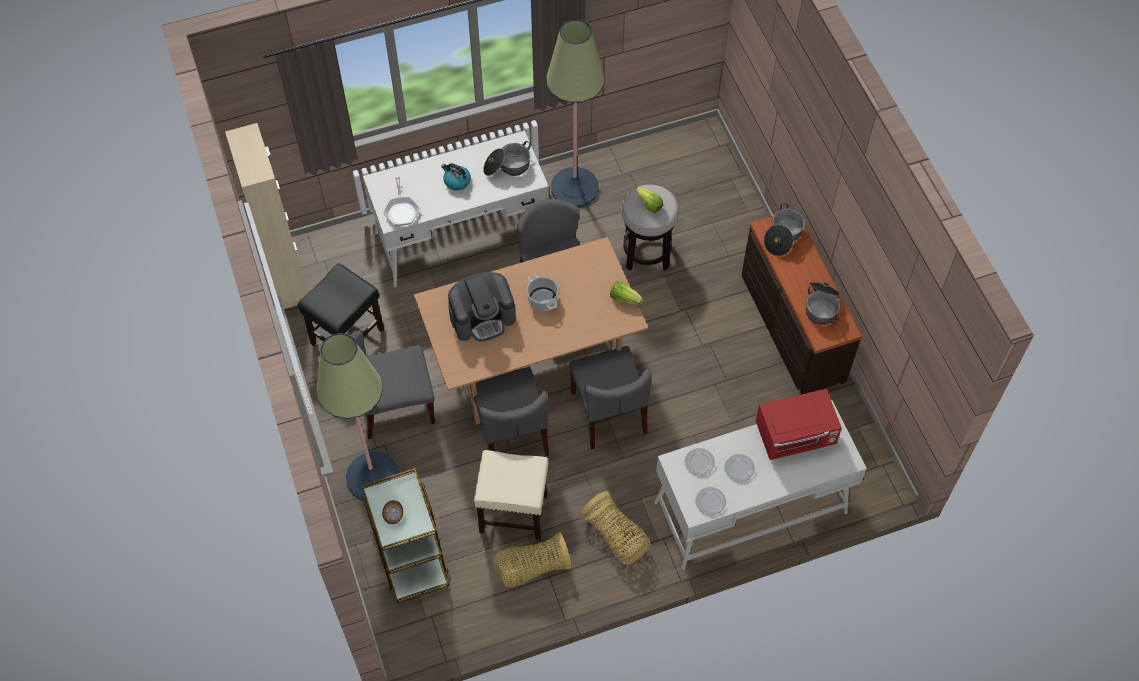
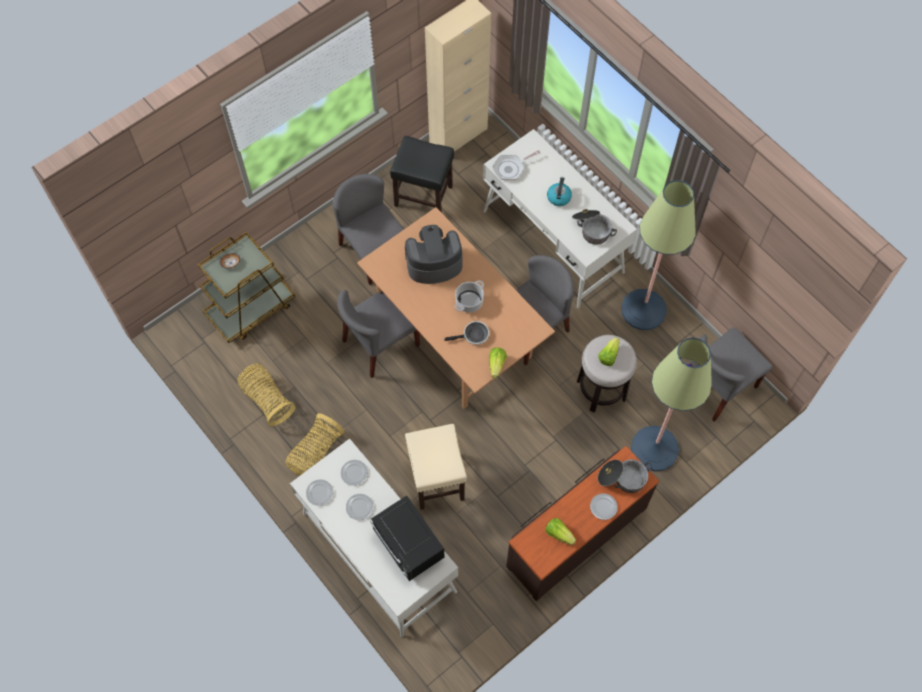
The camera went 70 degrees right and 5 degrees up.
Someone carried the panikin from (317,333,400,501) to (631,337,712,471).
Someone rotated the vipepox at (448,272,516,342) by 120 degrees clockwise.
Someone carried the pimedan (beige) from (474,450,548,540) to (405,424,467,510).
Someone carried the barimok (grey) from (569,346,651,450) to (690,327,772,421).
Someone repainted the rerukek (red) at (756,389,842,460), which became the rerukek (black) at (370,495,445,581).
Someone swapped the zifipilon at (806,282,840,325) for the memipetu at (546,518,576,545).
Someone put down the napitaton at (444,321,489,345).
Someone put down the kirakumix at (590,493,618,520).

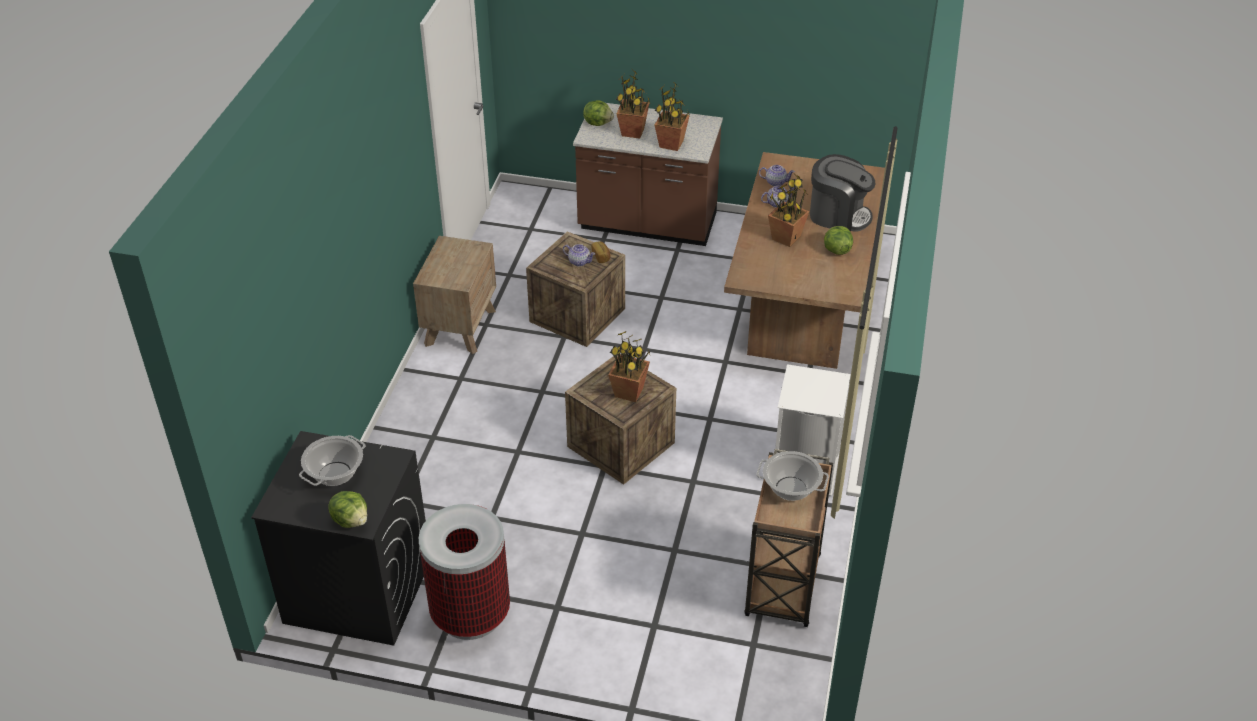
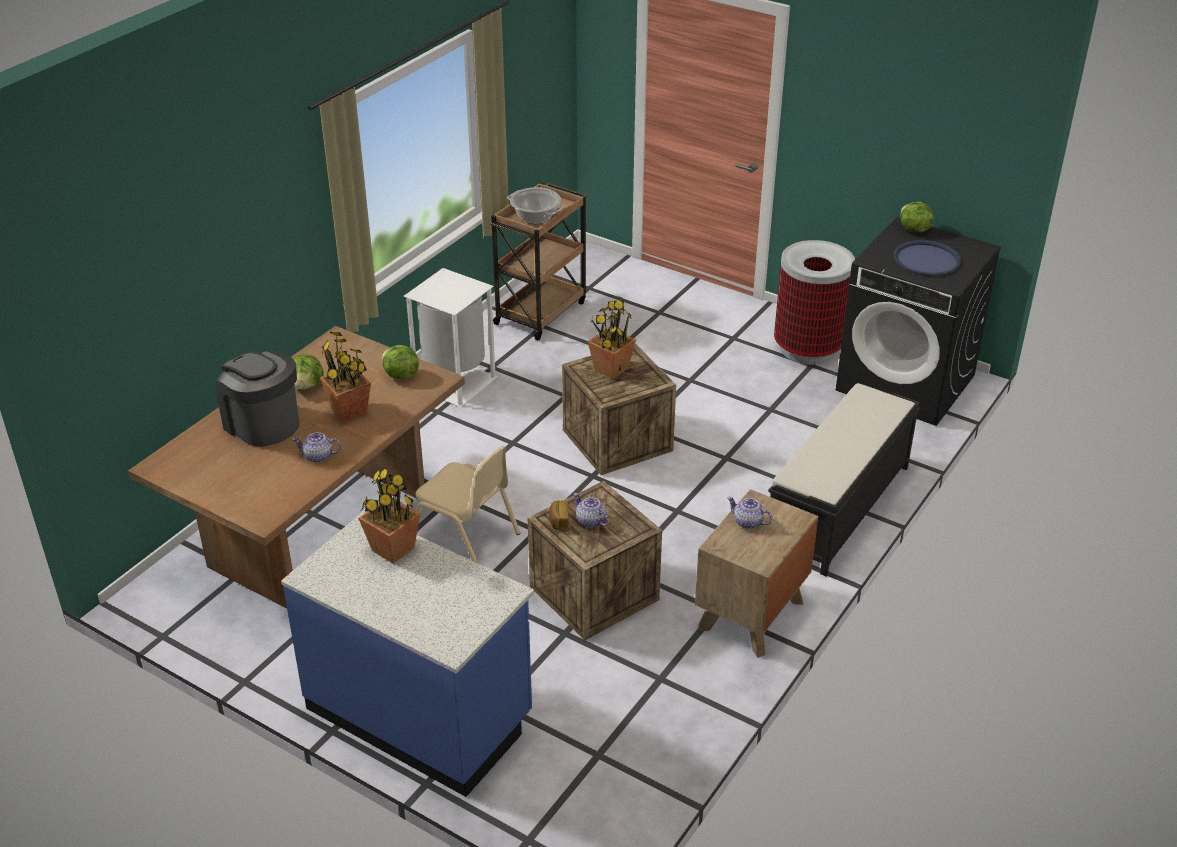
The camera went 160 degrees left and 5 degrees down.
Someone swapped the zifipilon at (299,435,365,486) for the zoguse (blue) at (894,240,961,276).
Someone repainted the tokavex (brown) at (573,103,723,246), which became the tokavex (blue) at (281,511,534,797).
Someone carried the memipetu from (583,100,614,126) to (382,345,419,379).
Someone took away the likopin at (616,71,650,139).
Someone carried the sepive from (759,165,795,186) to (727,497,772,529).
Someone put down the barimok (beige) at (416,446,520,564).
Someone put down the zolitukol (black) at (768,383,920,577).

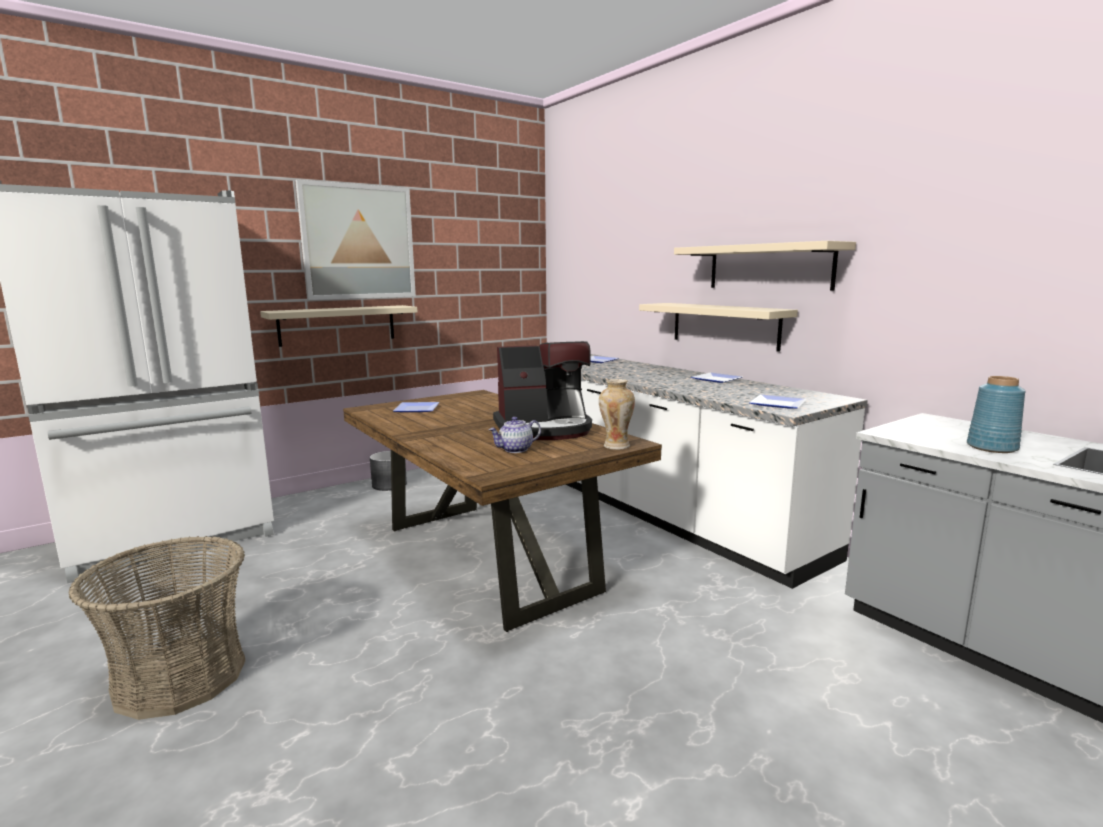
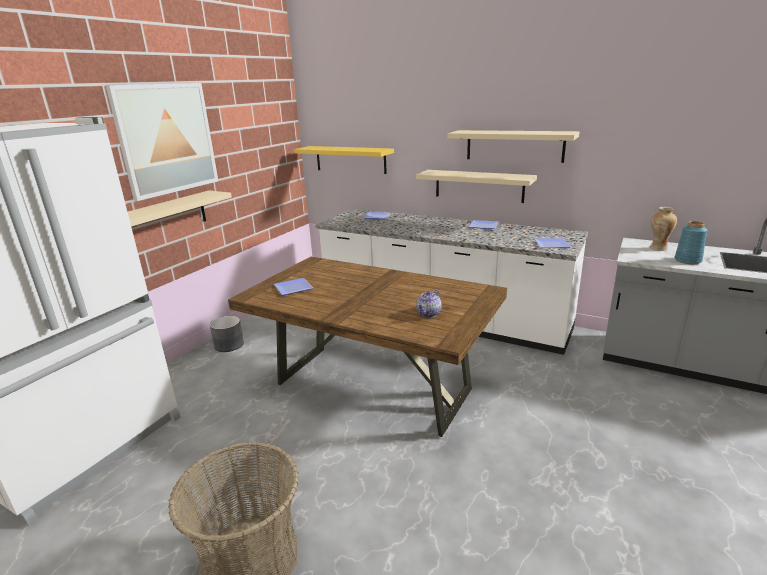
The camera went 25 degrees left and 10 degrees up.
Someone took away the vipepox at (493,341,592,440).
Someone carried the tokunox from (599,379,635,450) to (650,207,677,251).
Someone put up the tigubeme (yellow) at (294,146,394,174).

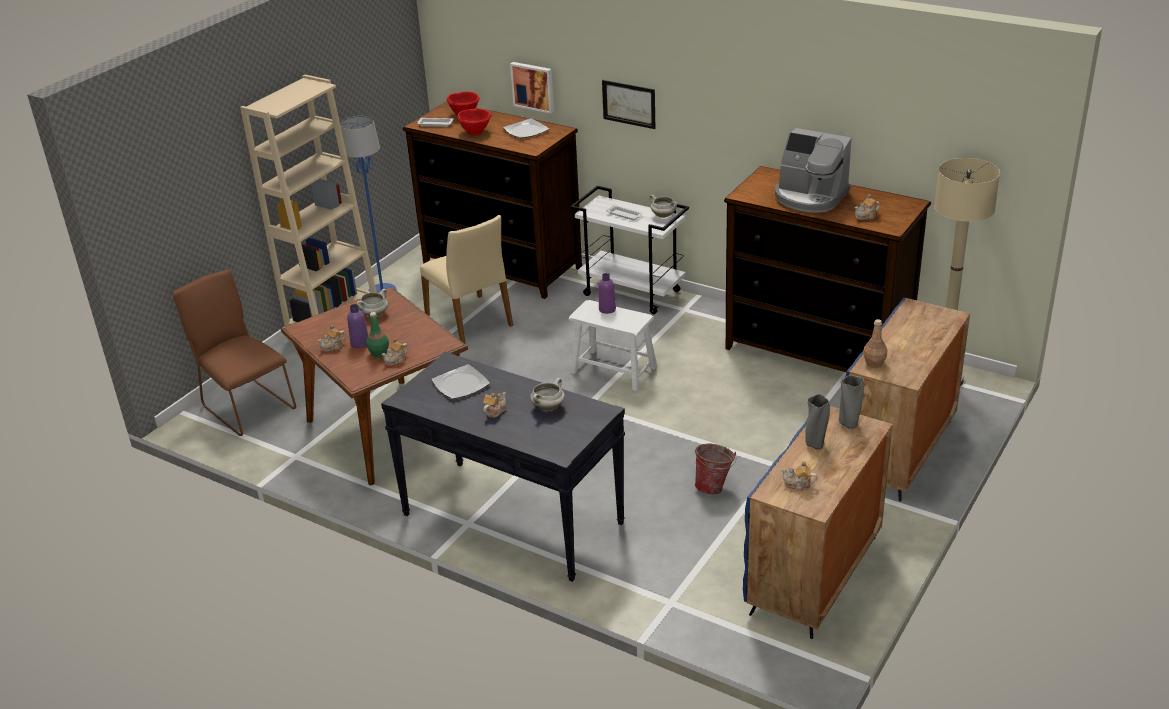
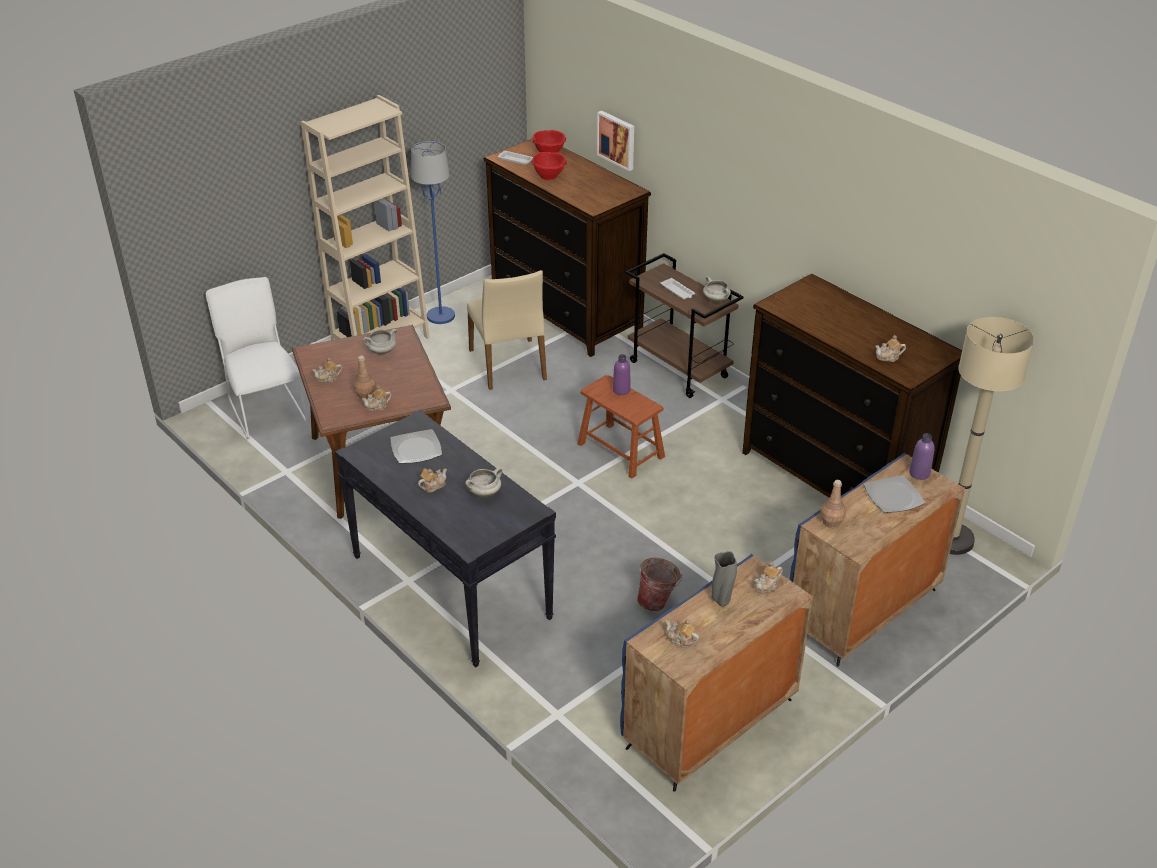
The camera went 15 degrees right and 5 degrees up.
Someone repainted the barimok (brown) at (173,270,296,436), which became the barimok (white) at (206,277,308,439).
Someone carried the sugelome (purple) from (347,304,368,348) to (909,433,935,480).
Someone repainted the sugelome (green) at (366,312,389,358), which became the sugelome (brown) at (354,356,376,400).
Someone carried the kirakumix from (503,118,549,138) to (864,475,925,513).
Someone repainted the pimedan (white) at (569,300,657,391), which became the pimedan (brown) at (577,375,665,479).
Someone repainted the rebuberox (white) at (570,186,689,314), which became the rebuberox (brown) at (626,253,744,398).
Someone took away the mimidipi at (602,80,655,129).
Someone took away the vipepox at (775,128,852,213).
Someone swapped the tokunox (grey) at (839,375,864,429) for the sepive at (754,562,783,593).

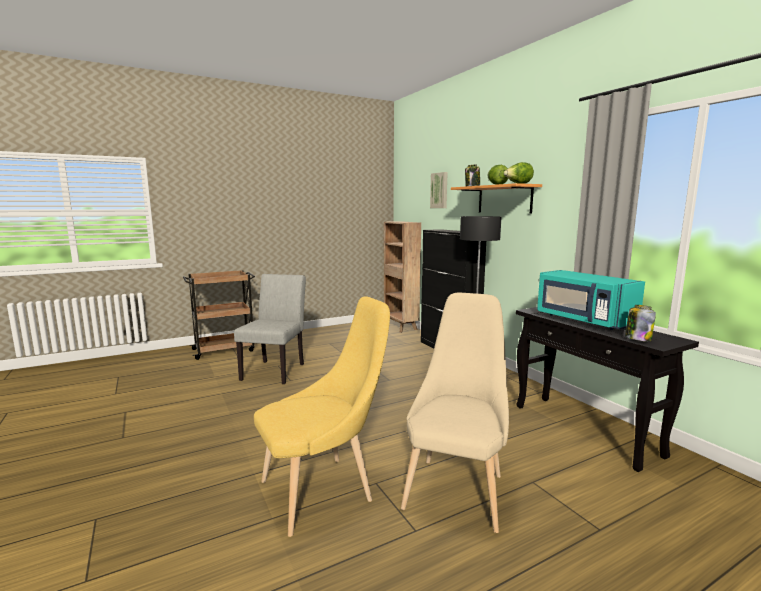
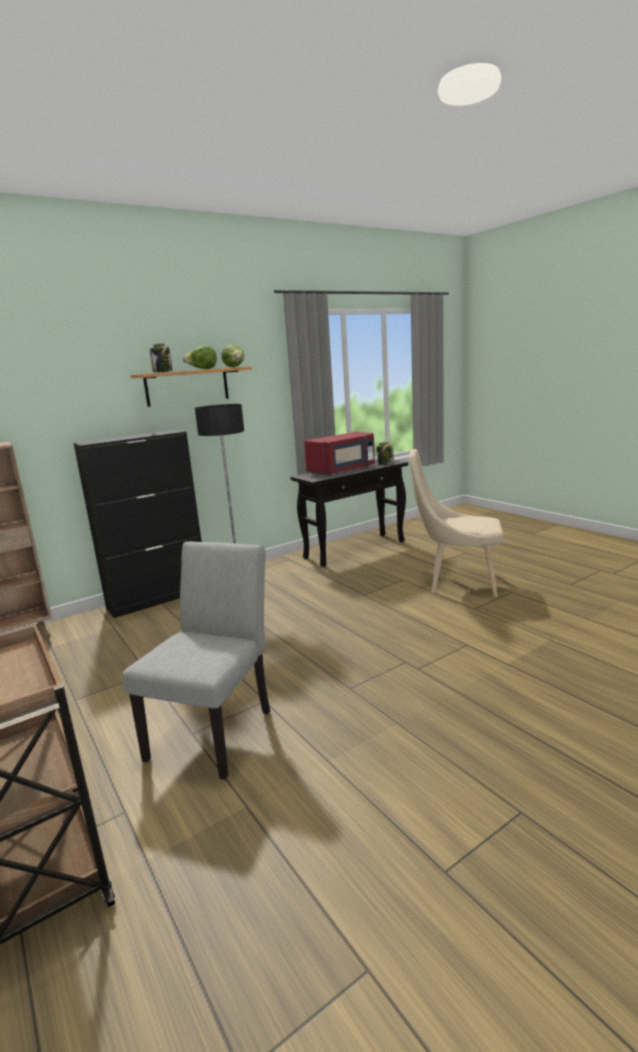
The camera went 95 degrees left and 5 degrees up.
Someone rotated the barimok (grey) at (234,274,306,384) by 105 degrees clockwise.
Someone took away the barimok (yellow) at (254,296,390,537).
Someone took away the mimidipi at (430,172,448,208).
Someone repainted the rerukek (turquoise) at (537,270,645,330), which became the rerukek (red) at (304,432,375,476).

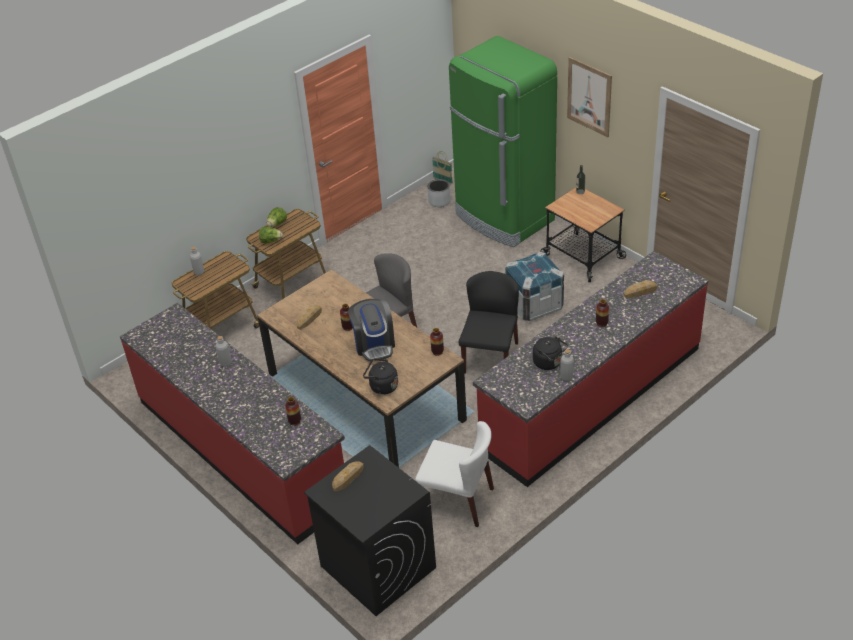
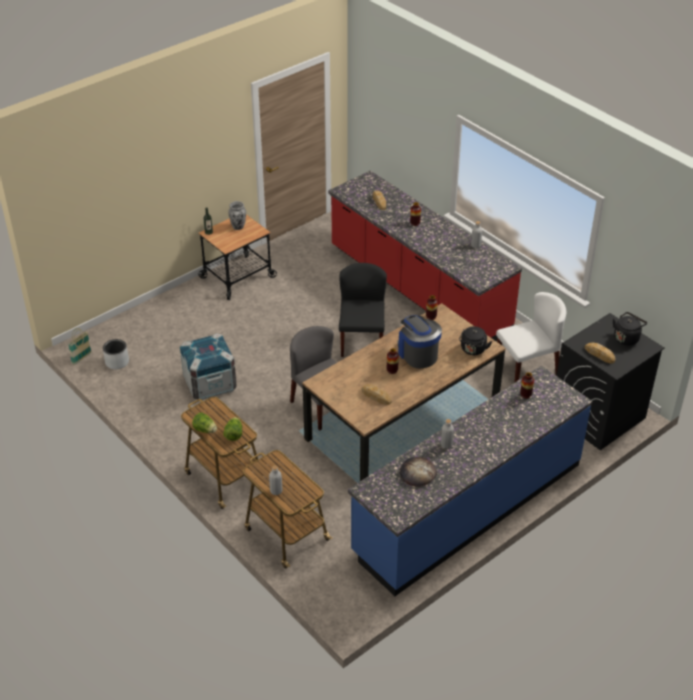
The camera went 90 degrees left and 0 degrees up.
Someone repainted the tokavex (red) at (120,303,345,544), which became the tokavex (blue) at (348,366,592,596).
Someone rotated the vipepox at (348,299,395,362) by 105 degrees counterclockwise.
Someone rotated the barimok (white) at (415,421,494,527) by 45 degrees clockwise.
Someone took away the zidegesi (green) at (449,36,557,247).
Someone rotated the barimok (black) at (459,271,519,374) by 75 degrees clockwise.
Someone carried the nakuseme from (505,252,564,321) to (180,333,237,400).
Someone carried the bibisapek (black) from (533,336,568,370) to (613,312,647,345).
Someone took away the mimidipi at (567,57,612,137).
Someone put down the tokunox at (228,201,246,230).
Someone put down the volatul at (399,457,437,487).

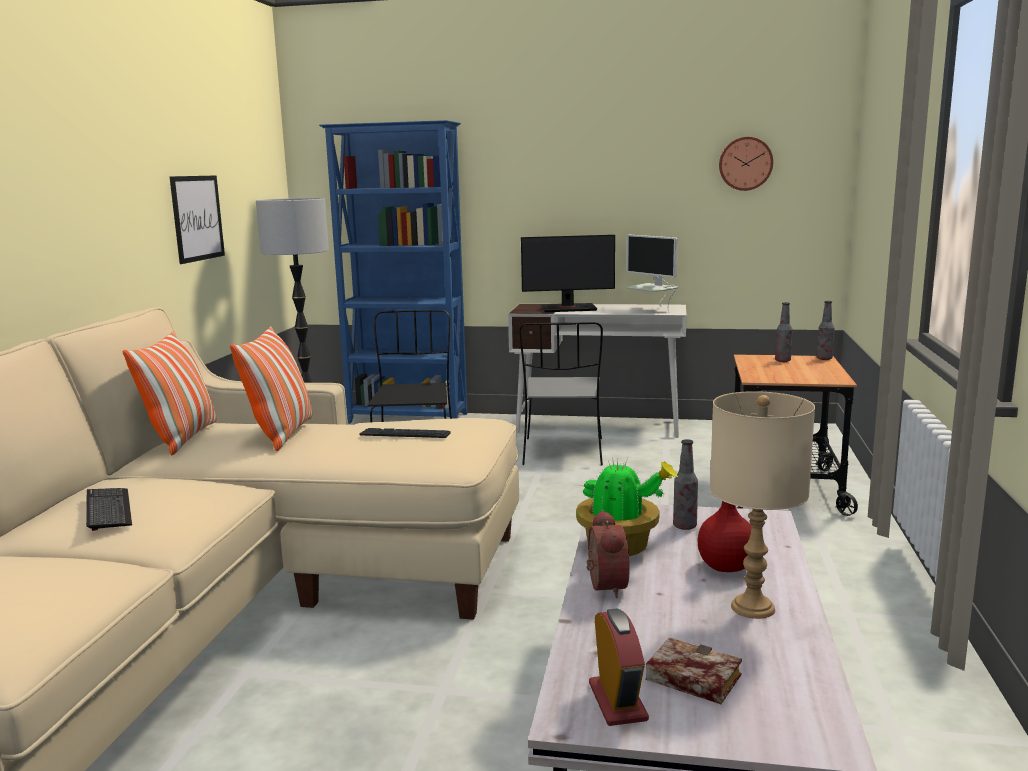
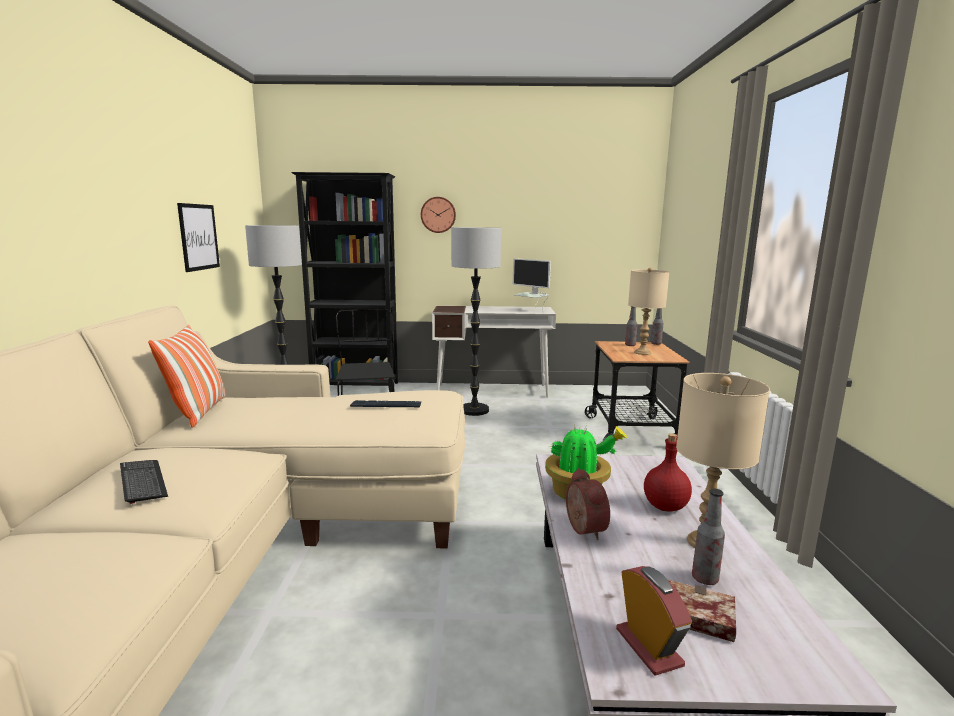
The camera went 10 degrees left and 0 degrees up.
Someone took away the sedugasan at (230,326,312,451).
Someone repainted the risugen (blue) at (319,120,468,424), which became the risugen (black) at (291,172,398,392).
Someone swapped the barimok (grey) at (519,322,603,465) for the panikin at (451,227,501,416).
Someone took away the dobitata at (521,235,615,312).
Someone carried the sugelome from (673,439,698,530) to (692,488,725,585).
Someone carried the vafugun from (719,137,773,191) to (421,197,456,233).
Someone put down the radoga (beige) at (628,268,669,355).

